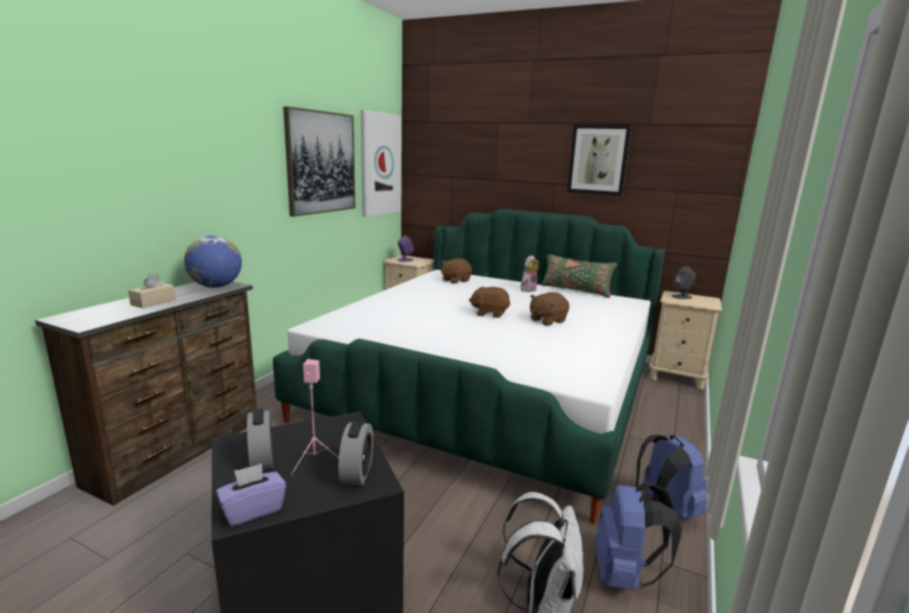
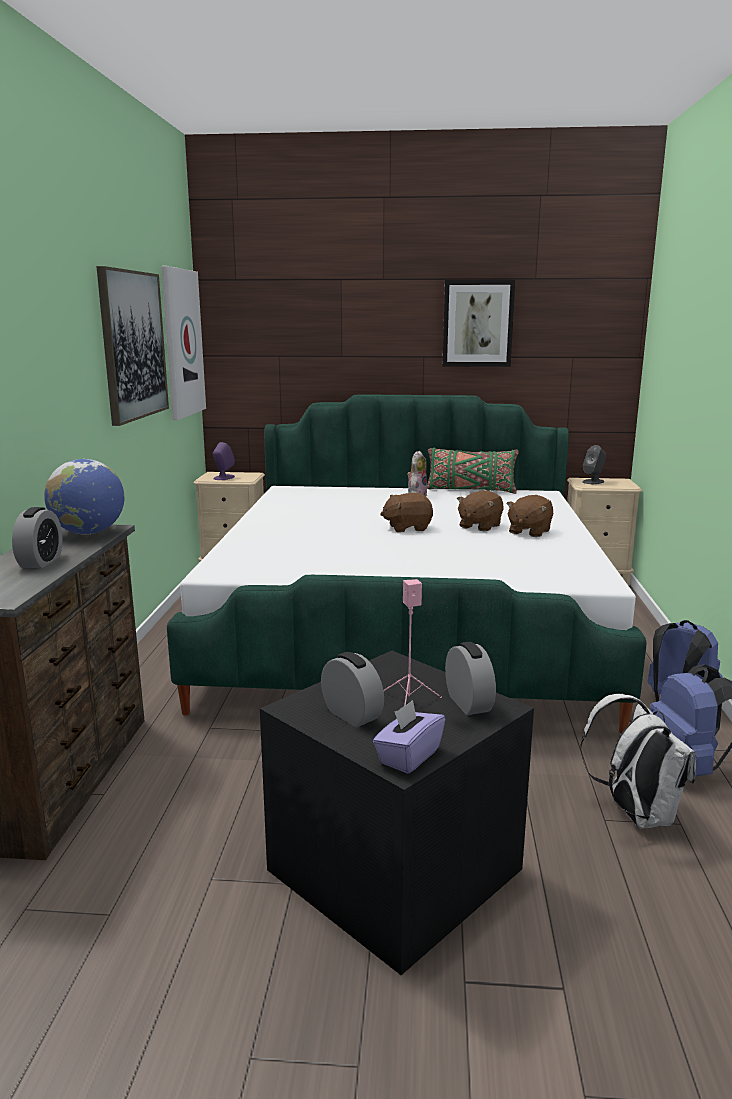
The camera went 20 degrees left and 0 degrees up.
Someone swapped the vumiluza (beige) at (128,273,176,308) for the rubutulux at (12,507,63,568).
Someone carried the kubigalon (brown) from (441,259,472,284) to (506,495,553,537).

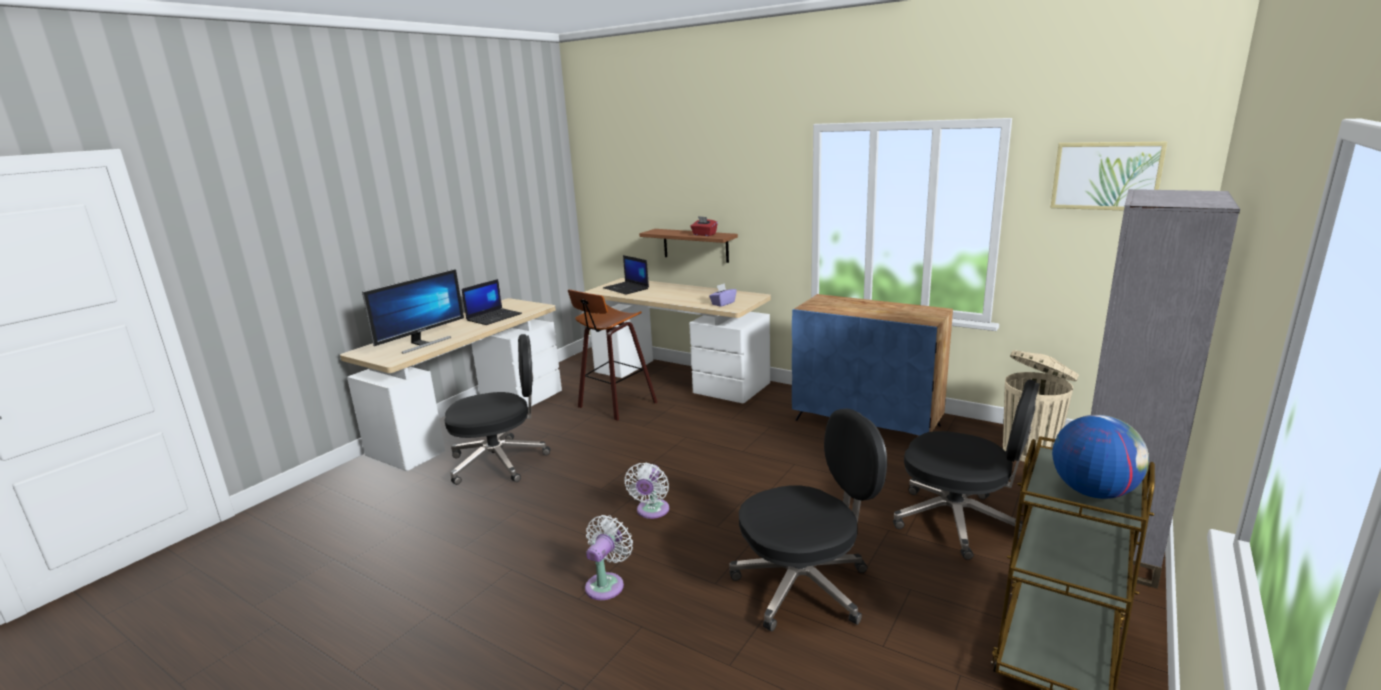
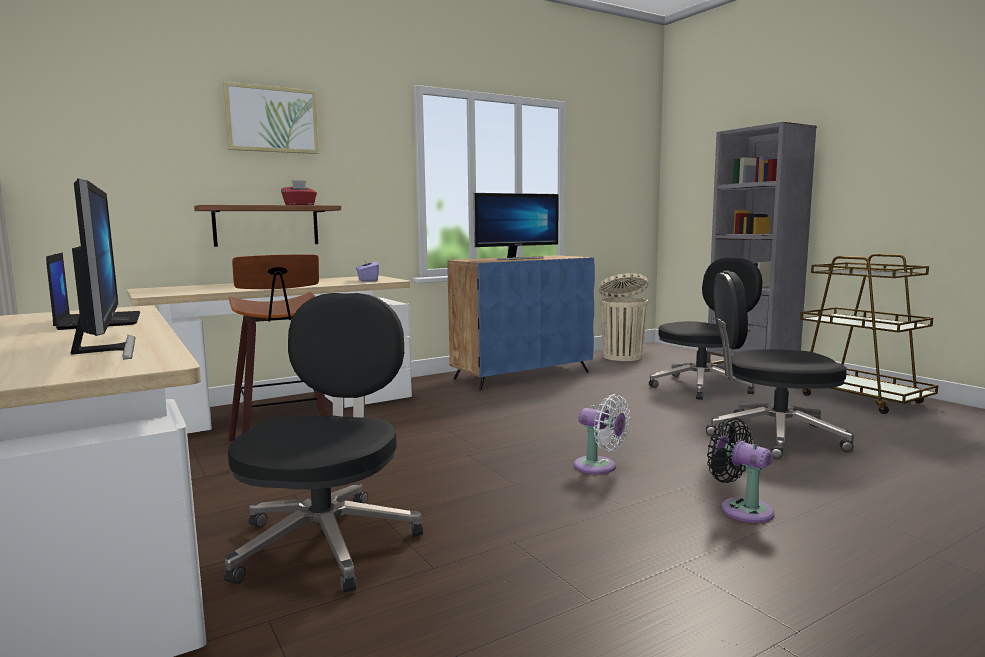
The camera went 65 degrees left and 10 degrees down.
Someone repainted the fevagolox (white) at (585,515,633,600), which became the fevagolox (black) at (707,418,774,523).
Someone took away the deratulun at (603,255,649,295).
Someone rotated the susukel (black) at (729,409,887,631) by 90 degrees counterclockwise.
Someone carried the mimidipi from (1050,142,1167,210) to (223,82,319,154).
Someone took away the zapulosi at (1052,415,1149,499).
Someone put down the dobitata at (473,193,559,260).

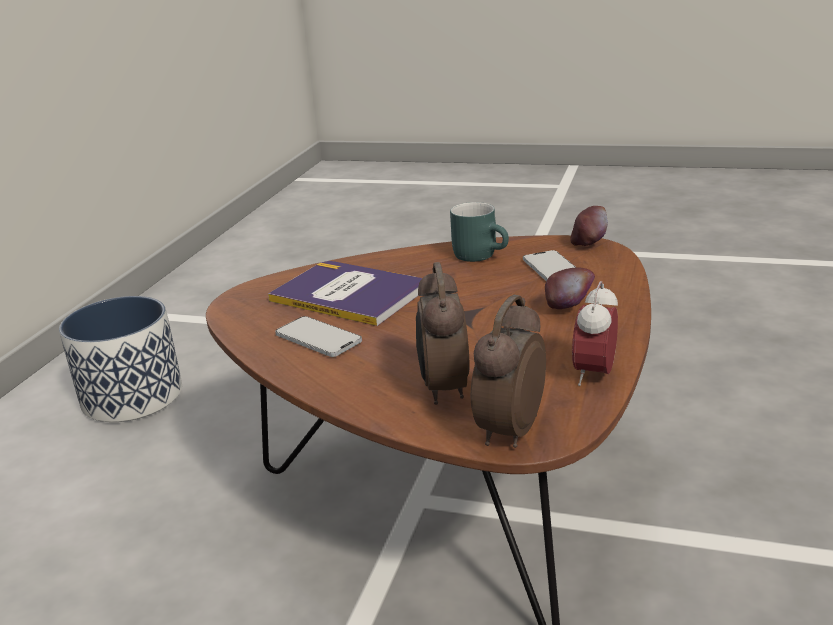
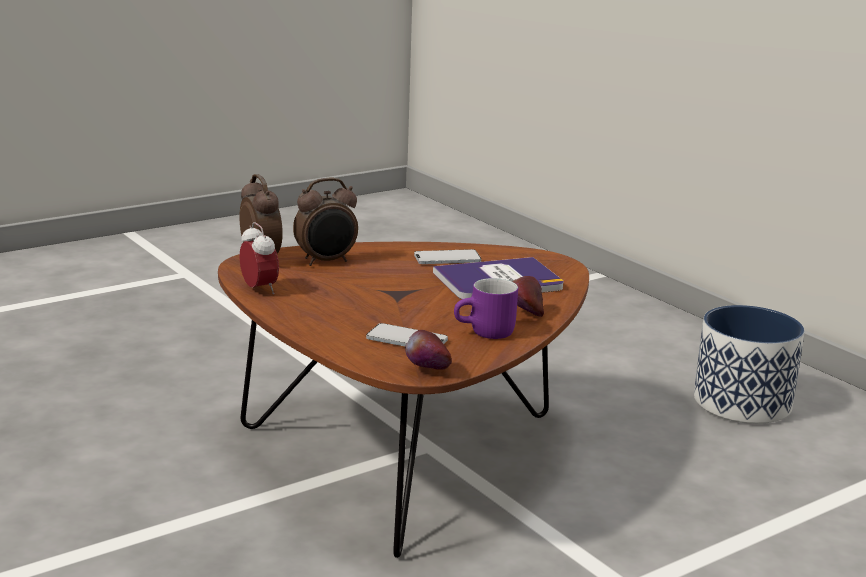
The camera went 125 degrees right and 5 degrees down.
Someone rotated the rubutulux at (416,262,469,405) by 120 degrees clockwise.
Someone repainted the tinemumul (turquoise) at (450,202,509,262), which became the tinemumul (purple) at (454,278,518,339).
Someone carried the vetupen from (545,267,595,309) to (512,276,544,317).

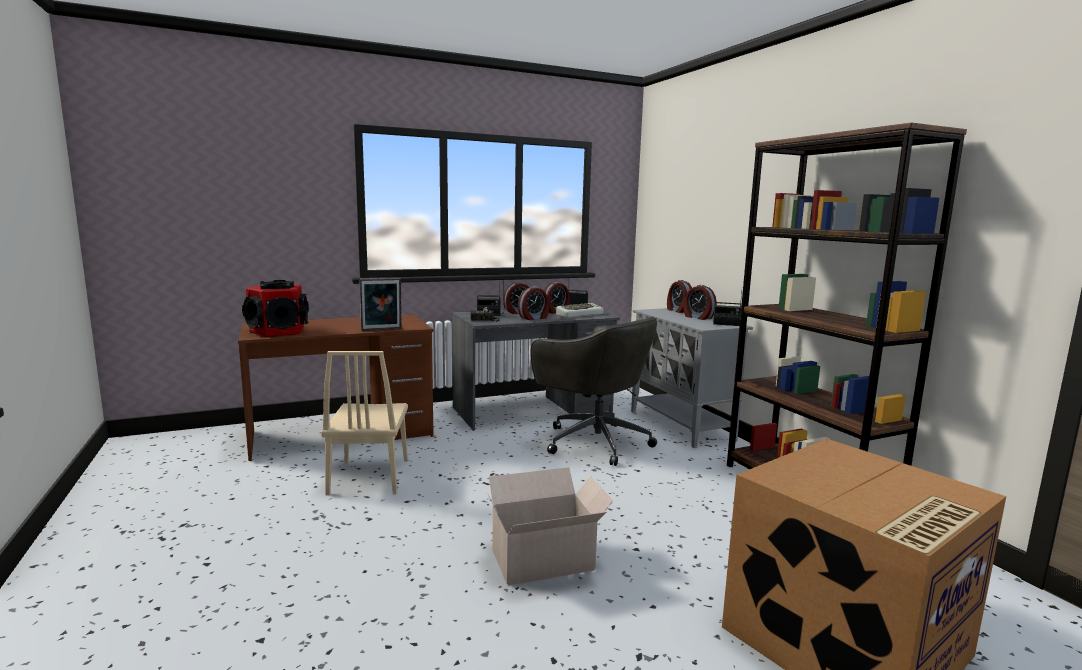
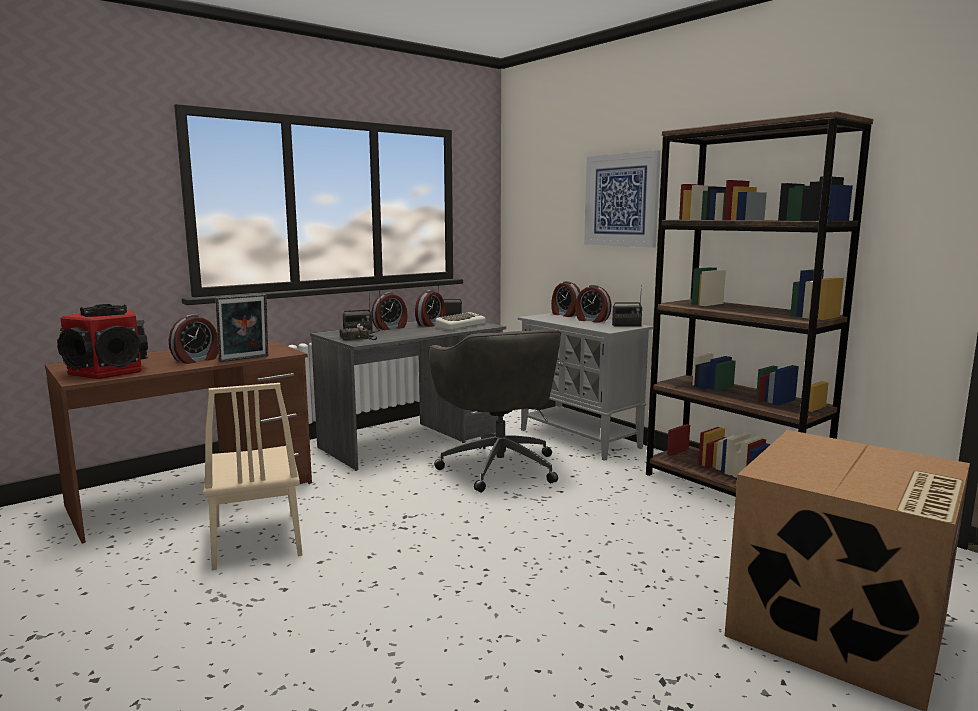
The camera went 15 degrees left and 0 degrees up.
Someone took away the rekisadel at (484,467,613,585).
Someone carried the rubutulux from (518,286,549,320) to (169,315,218,364).
Someone rotated the susukel (grey) at (530,316,657,466) by 45 degrees clockwise.
Someone put up the mimidipi at (584,150,661,248).

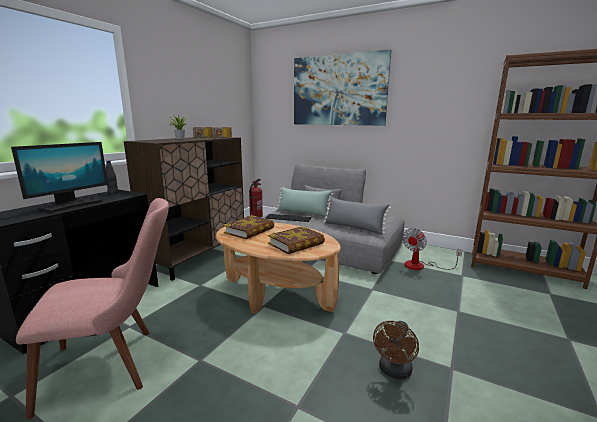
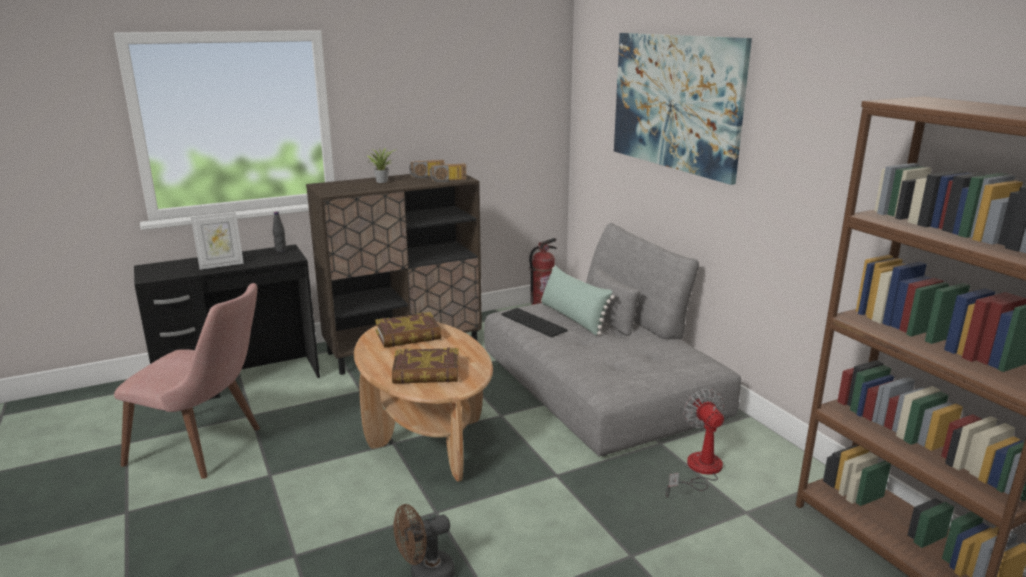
The camera went 35 degrees right and 5 degrees up.
Someone swapped the dobitata at (11,142,108,213) for the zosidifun at (191,212,244,270).
Someone took away the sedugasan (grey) at (324,197,391,235).
Someone rotated the fevagolox at (402,228,462,270) by 90 degrees clockwise.

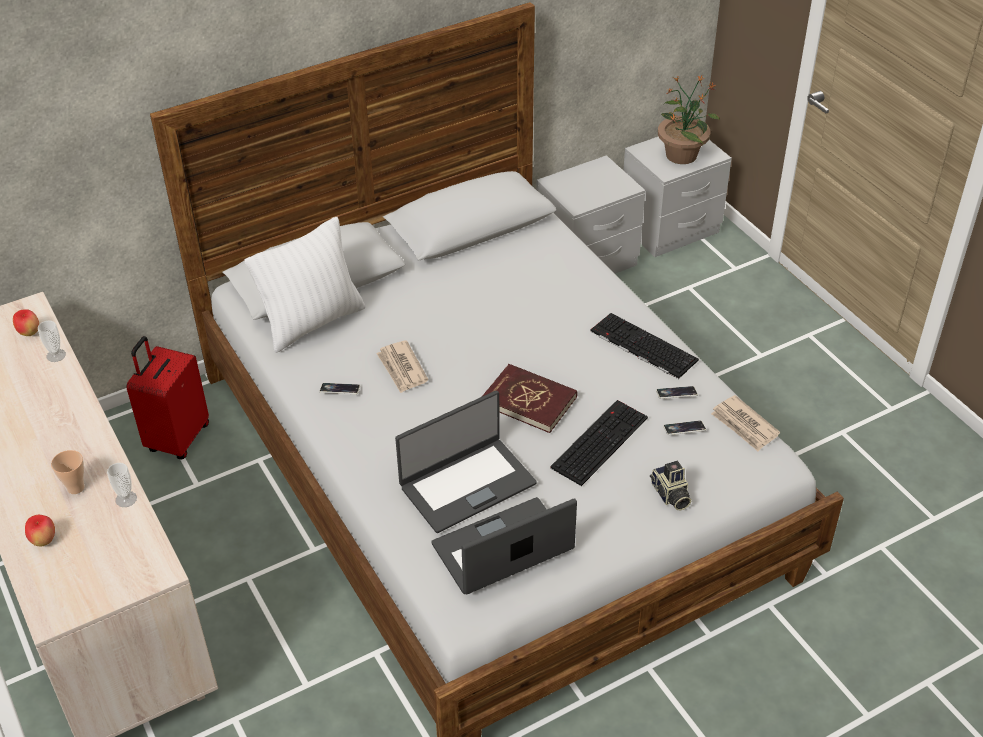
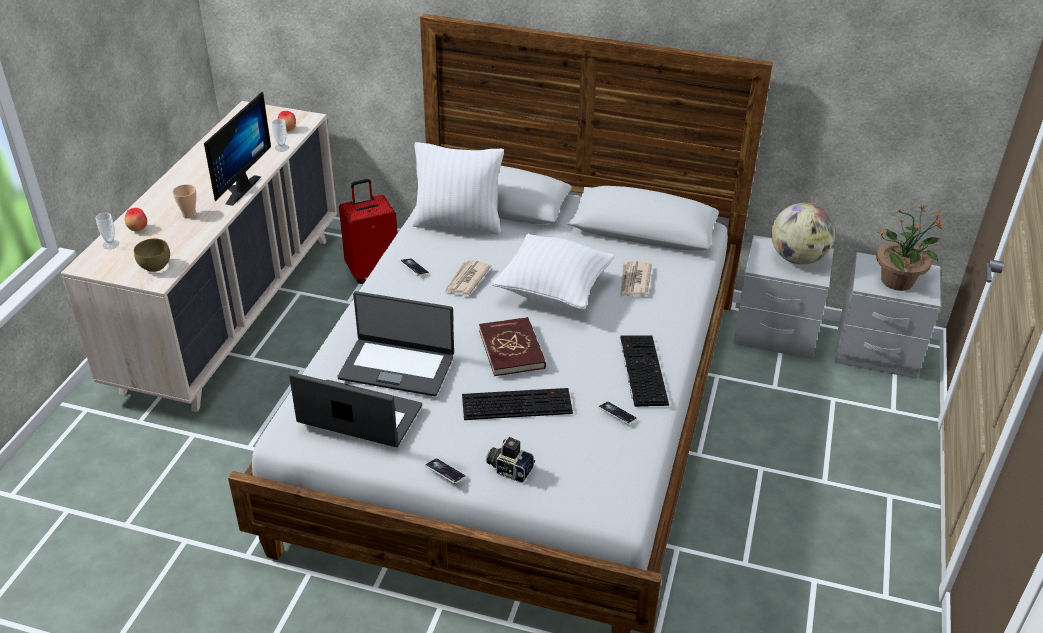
The camera went 45 degrees right and 5 degrees down.
Someone carried the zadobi from (107,463,137,507) to (96,213,119,249).
Someone rotated the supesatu at (650,461,691,510) by 90 degrees clockwise.
Someone carried the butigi from (663,420,706,435) to (425,458,466,484).
Someone carried the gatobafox from (711,395,780,451) to (620,261,652,297).
Someone put down the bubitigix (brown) at (134,239,170,272).
Someone put down the dobitata at (204,92,271,206).
Someone put down the sedugasan (white) at (492,234,615,310).
Someone put down the zapulosi at (771,203,835,265).

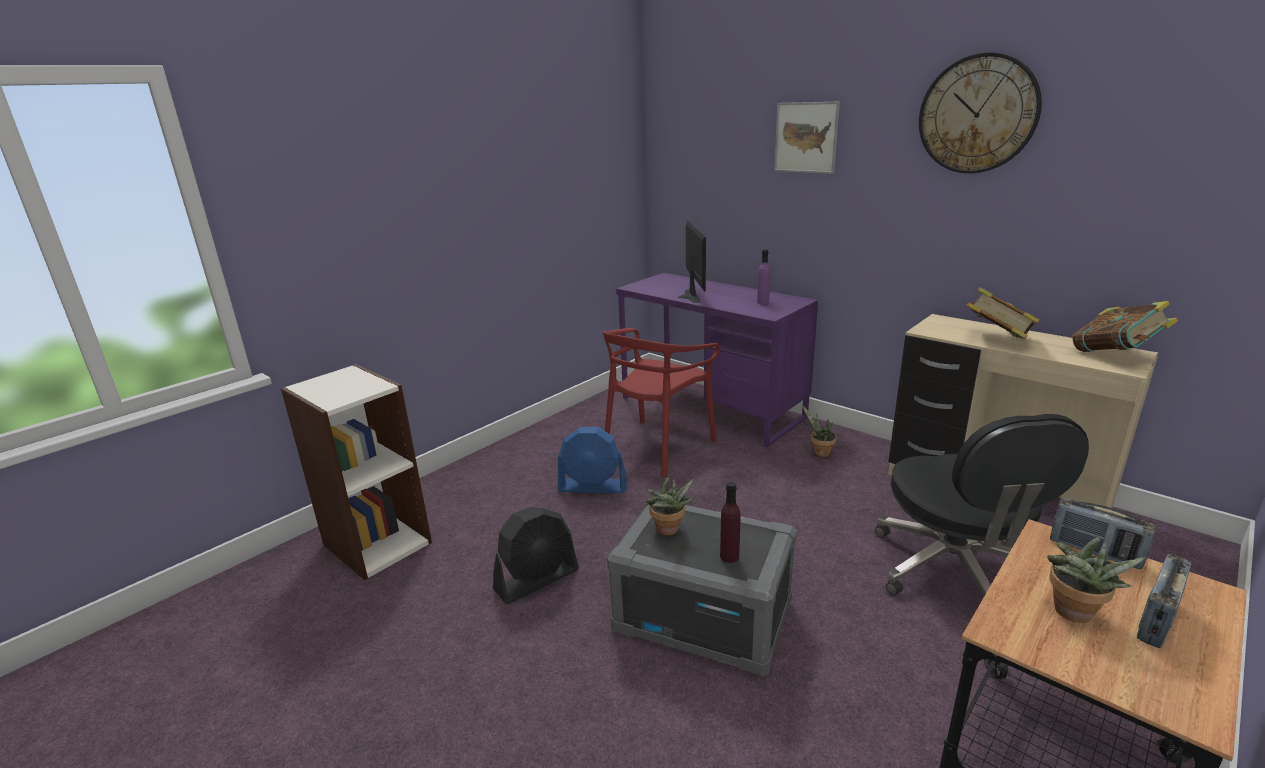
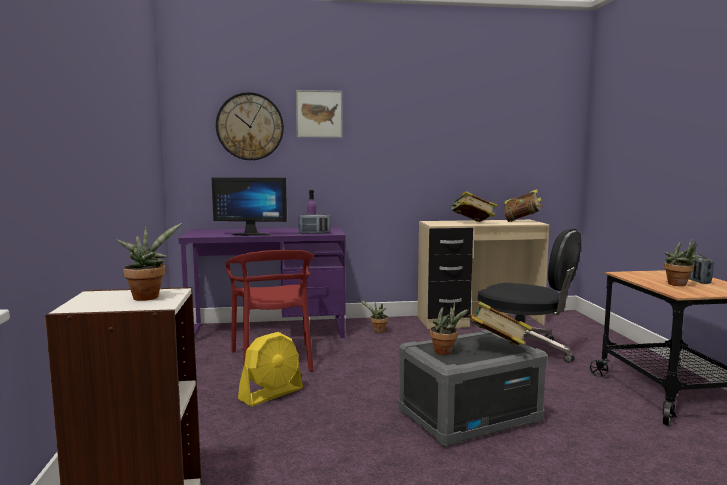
The camera went 50 degrees left and 15 degrees down.
Someone took away the fevagolox (black) at (493,507,579,604).
Someone repainted the fevagolox (blue) at (558,427,627,493), which became the fevagolox (yellow) at (238,332,303,406).
Someone rotated the dobitata at (677,221,706,303) by 150 degrees clockwise.
Someone swapped the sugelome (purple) at (720,482,740,563) for the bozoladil at (468,301,532,345).
Someone carried the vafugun from (919,53,1042,174) to (216,92,284,160).
Someone carried the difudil from (1050,498,1156,569) to (299,212,330,234).
Someone put down the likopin at (116,223,182,301).

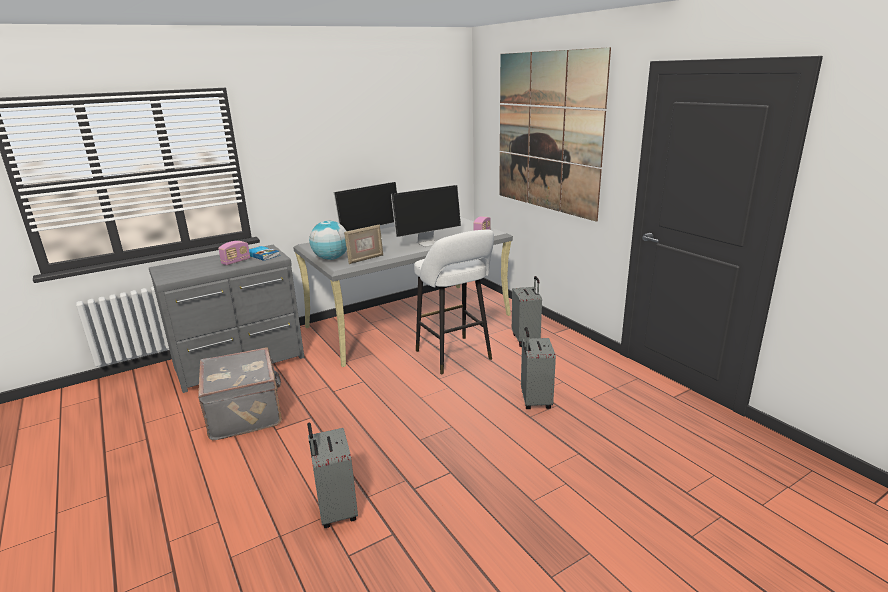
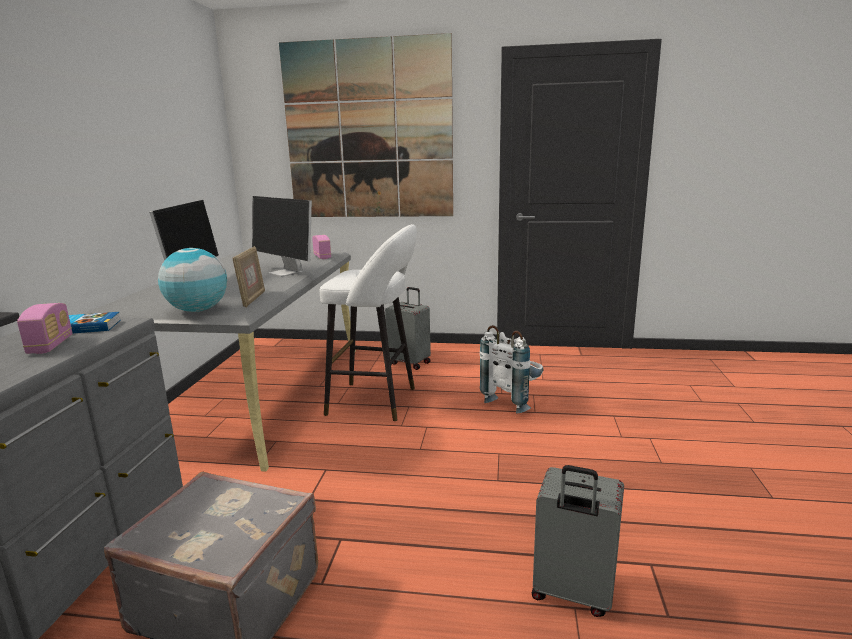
The camera went 50 degrees left and 5 degrees down.
Someone rotated the dobitata at (391,185,461,247) by 120 degrees clockwise.
Someone swapped the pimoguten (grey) at (521,327,556,409) for the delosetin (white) at (480,325,544,414).

